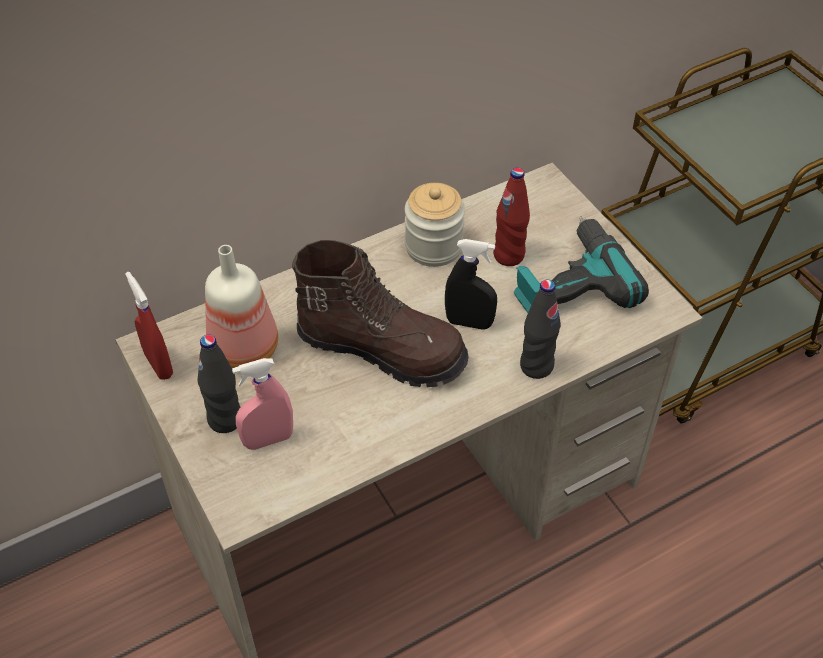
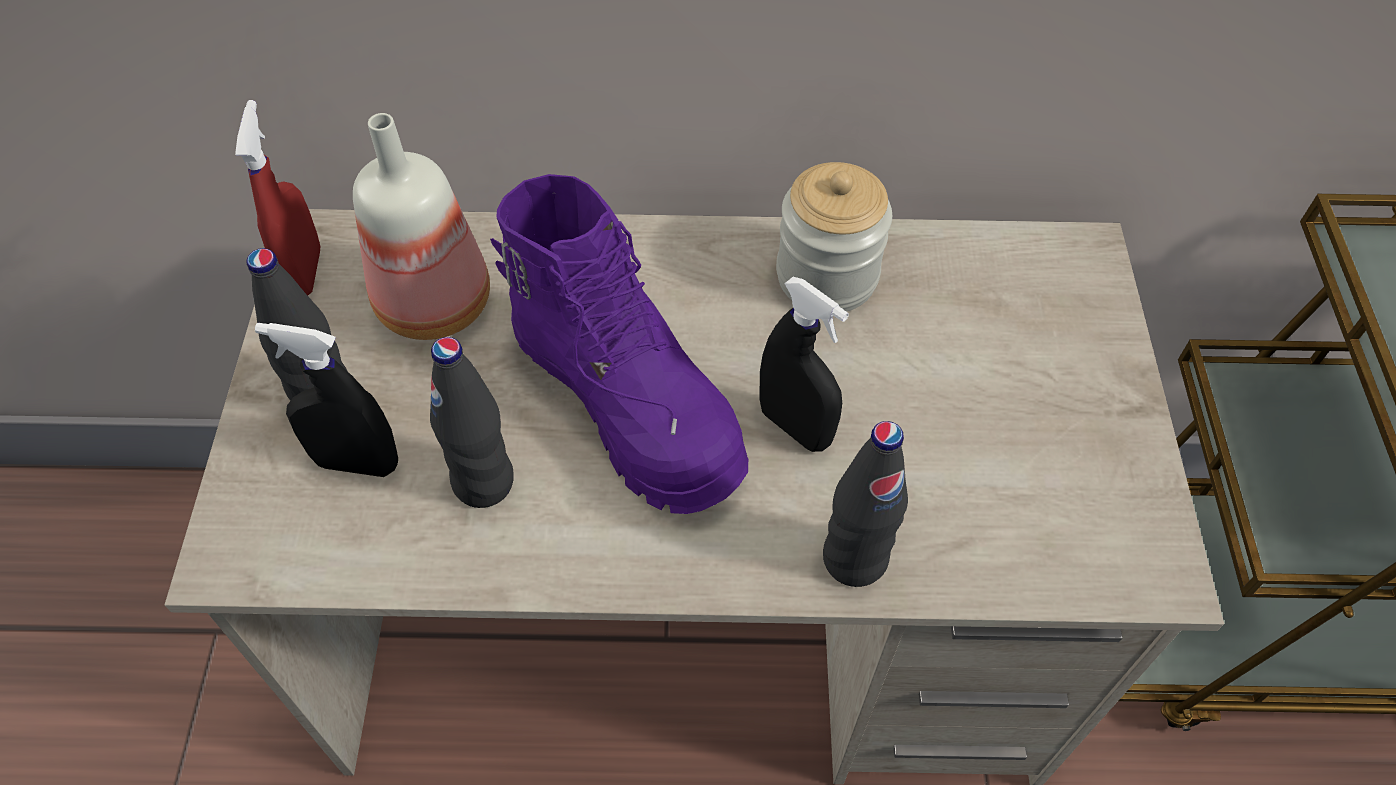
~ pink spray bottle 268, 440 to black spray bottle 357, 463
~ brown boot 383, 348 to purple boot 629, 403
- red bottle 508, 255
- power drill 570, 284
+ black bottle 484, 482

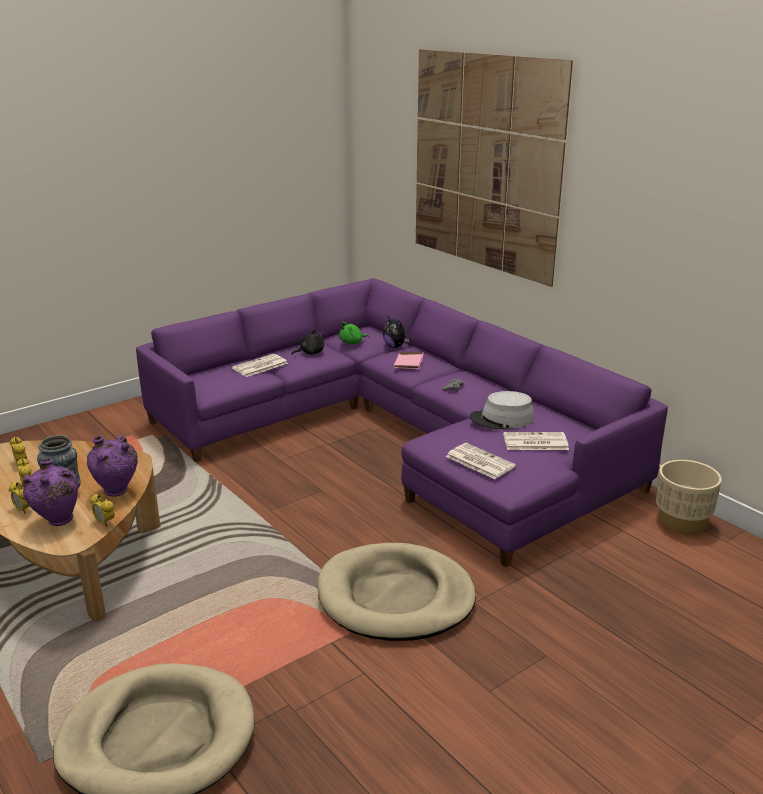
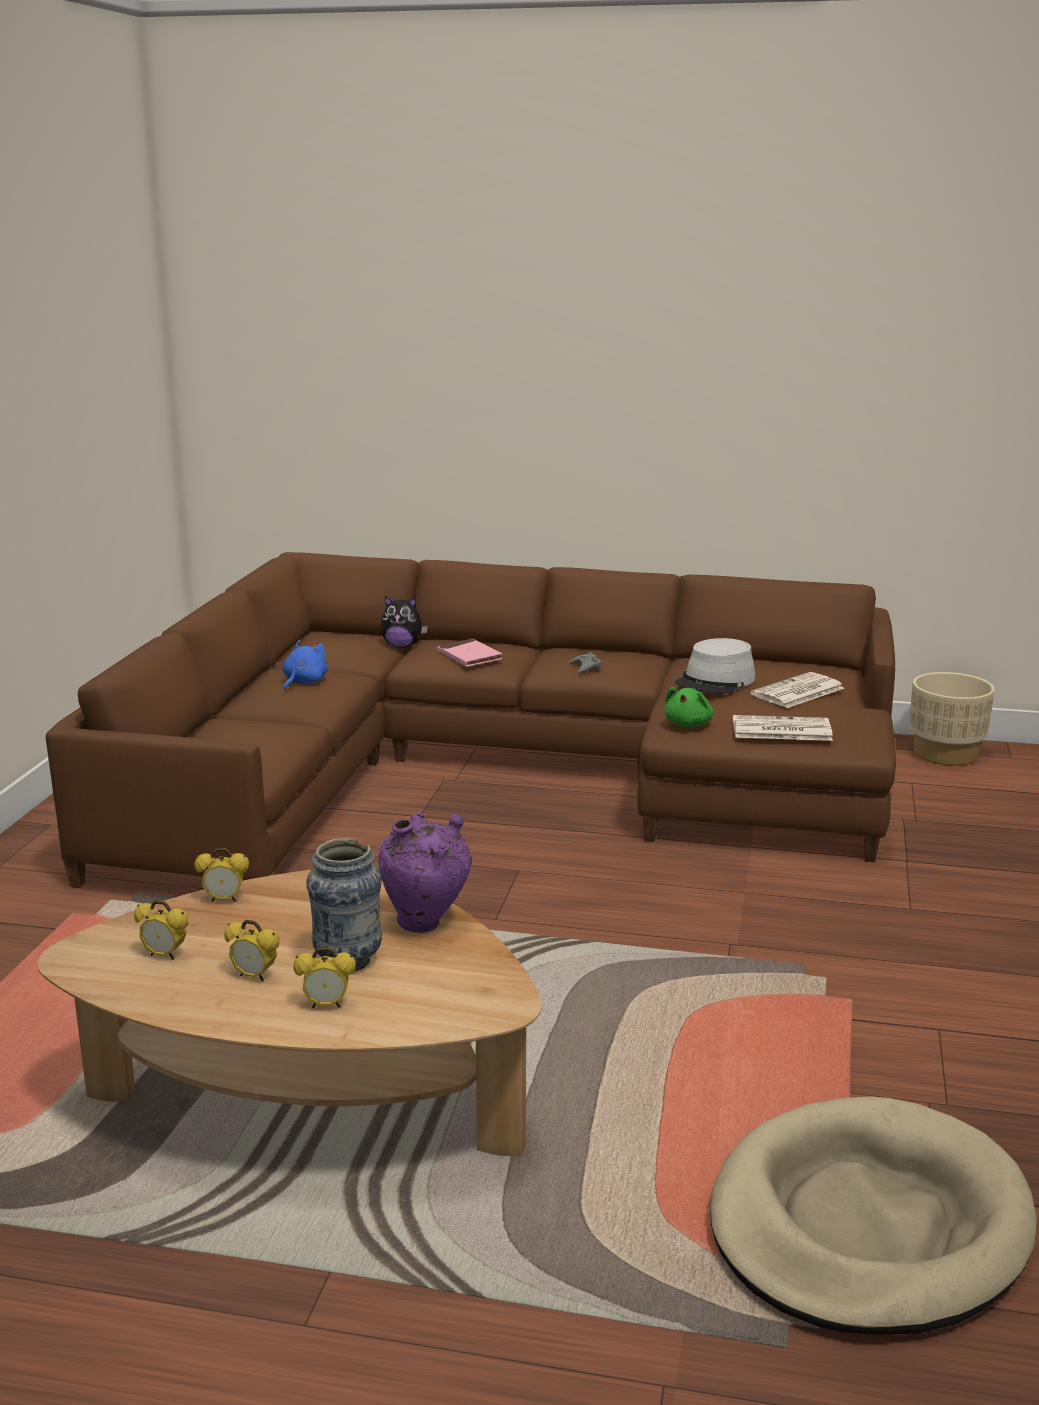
- purple vase 57, 522
~ alarm clock 105, 523 to 224, 900
~ purple sofa 399, 434 to brown sofa 496, 773
- newspaper 259, 366
~ black plush toy 310, 353 to blue plush toy 303, 682
- beige dog bed 395, 597
~ green plush toy 352, 342 to 688, 724
- picture 485, 163

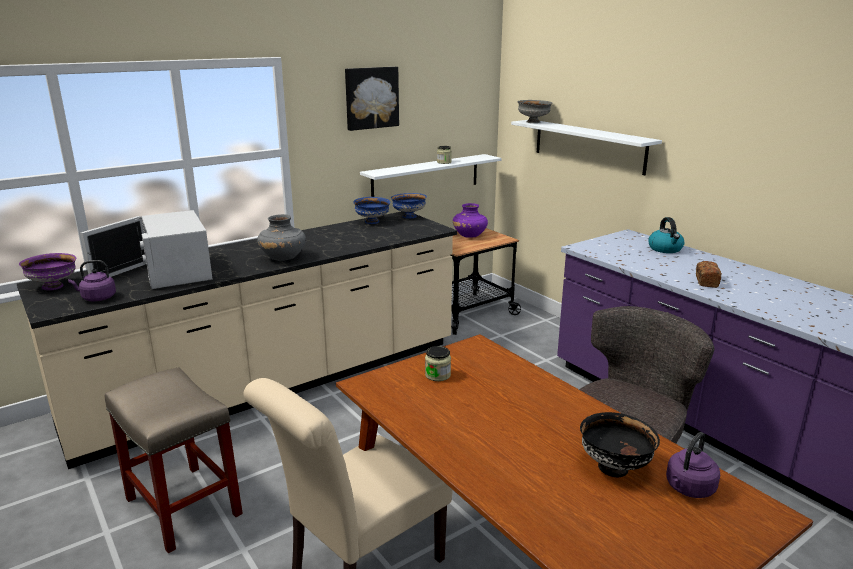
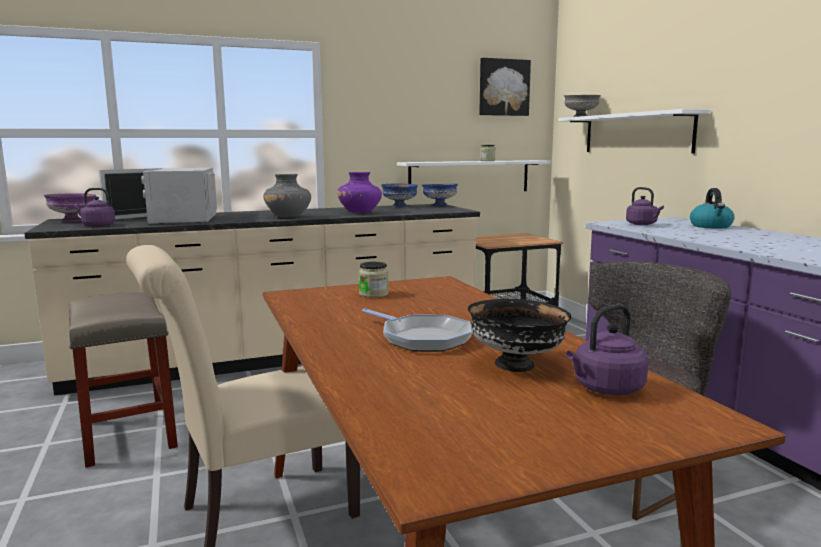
~ picture 371, 98 to 503, 87
~ purple vase 469, 236 to 360, 212
- bread 706, 281
+ frying pan 422, 338
+ purple kettle 643, 224

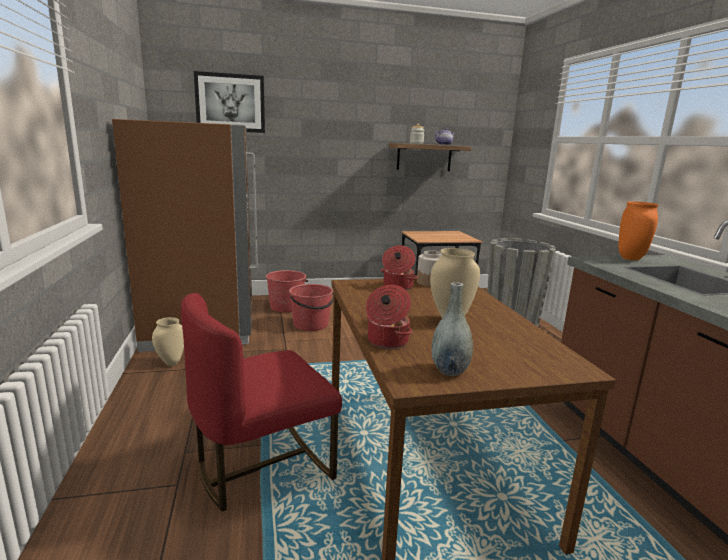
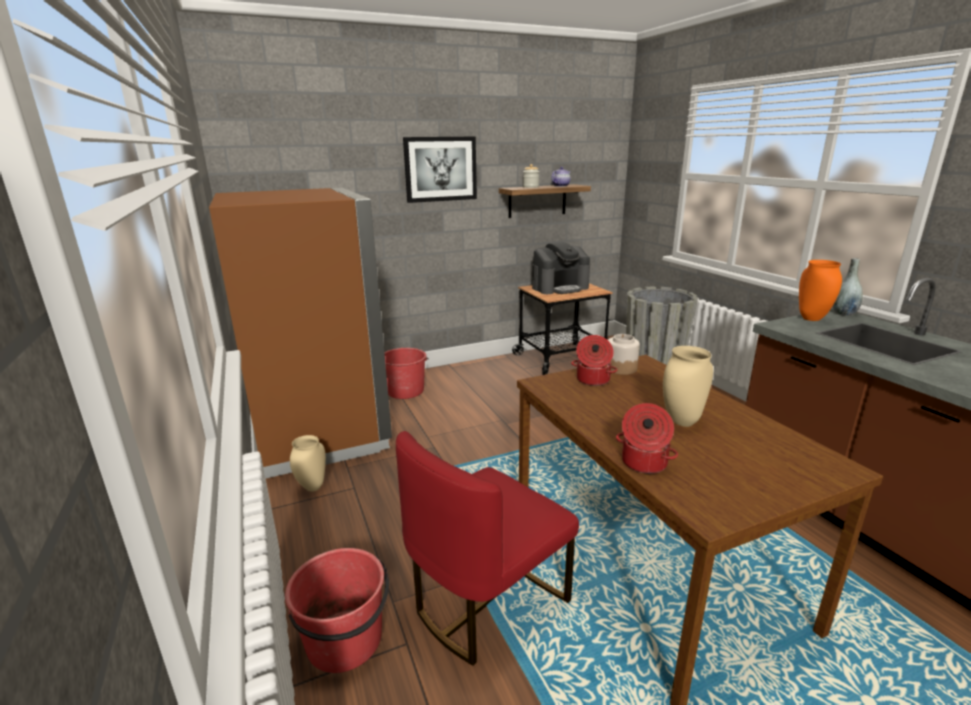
~ picture 230, 103 to 440, 169
~ red bucket 311, 325 to 345, 641
~ grey vase 449, 370 to 843, 313
+ coffee machine 560, 288

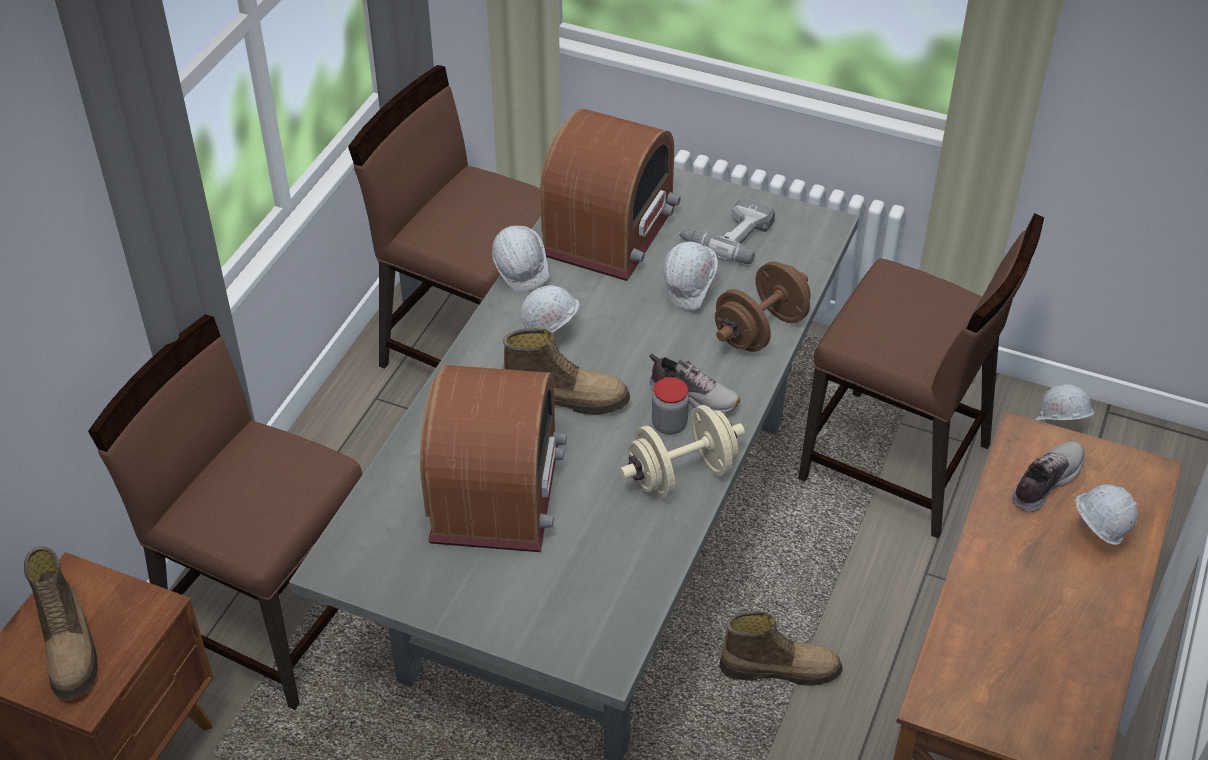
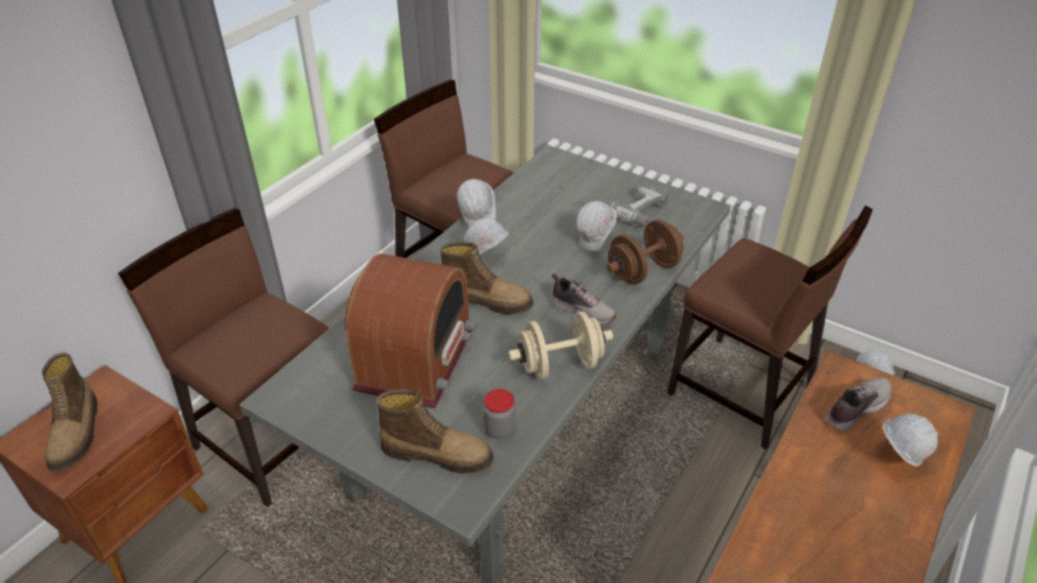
- radio 610, 231
~ jar 669, 424 to 499, 430
~ boot 780, 668 to 437, 453

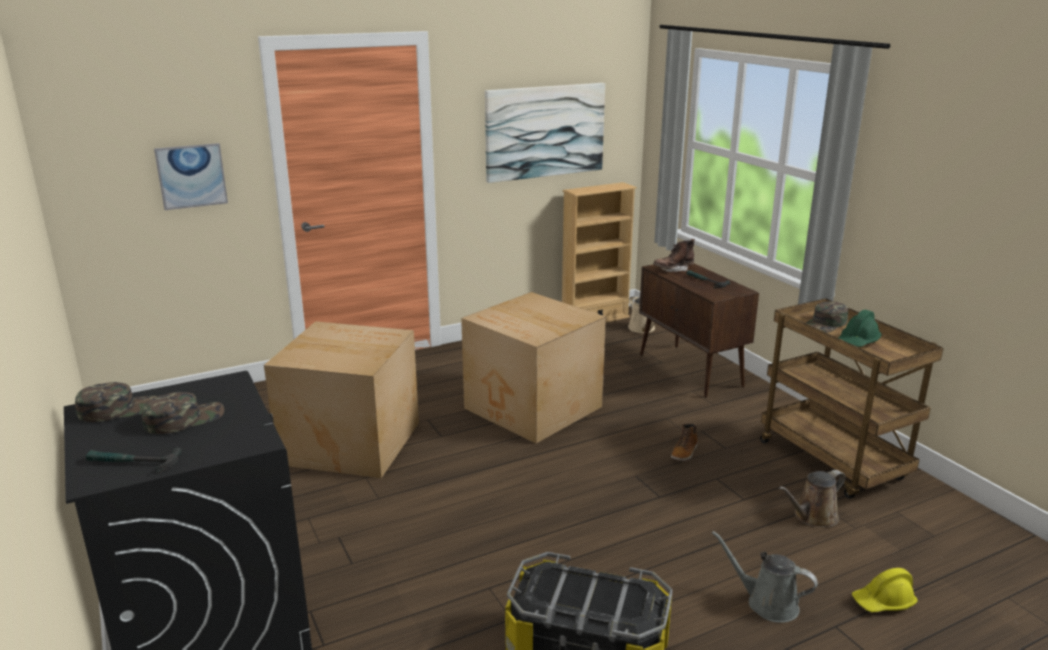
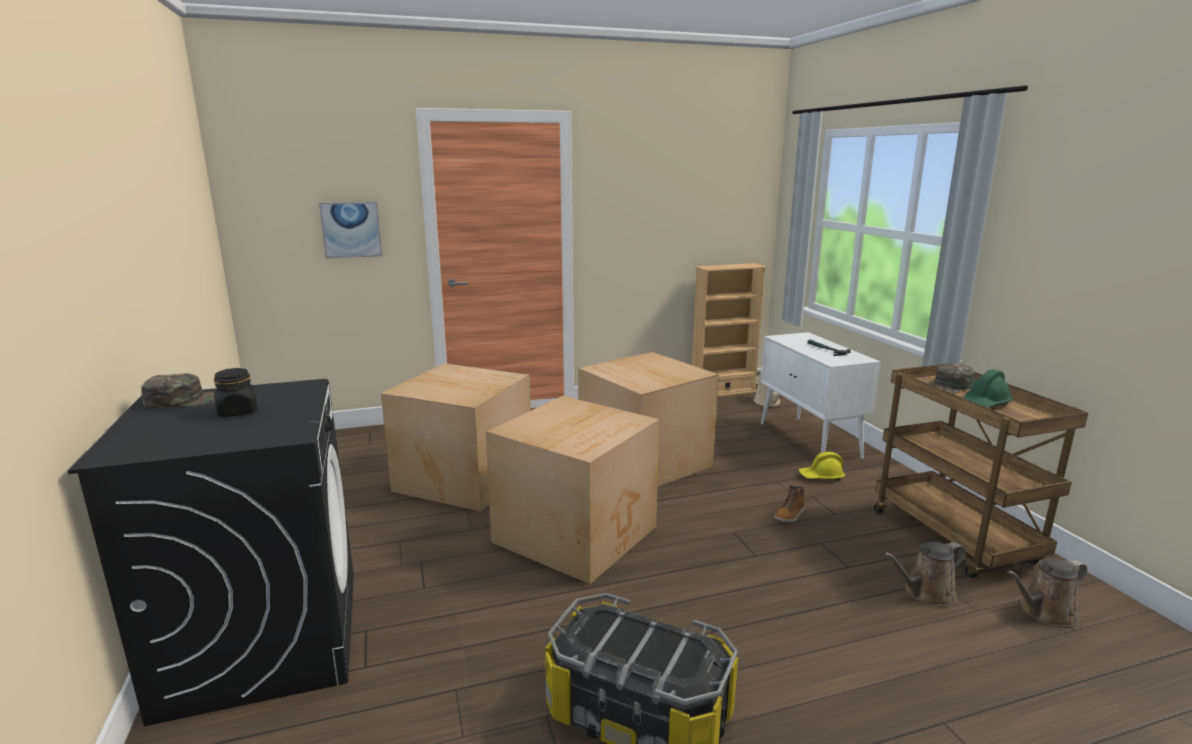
- hammer 132, 463
~ green cap 184, 419 to black jar 238, 411
- picture 545, 131
~ brown cabinet 691, 371 to white cabinet 809, 441
- brown boot 673, 270
- grey watering can 767, 603
~ yellow hard hat 883, 602 to 821, 477
+ cardboard box 578, 534
+ brown watering can 1044, 613

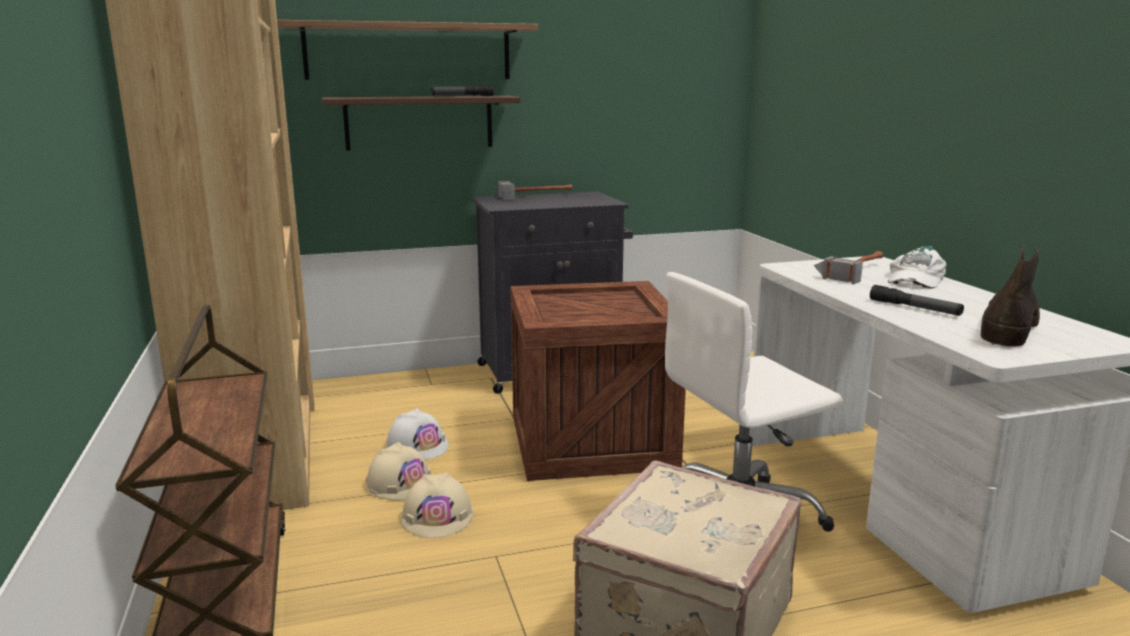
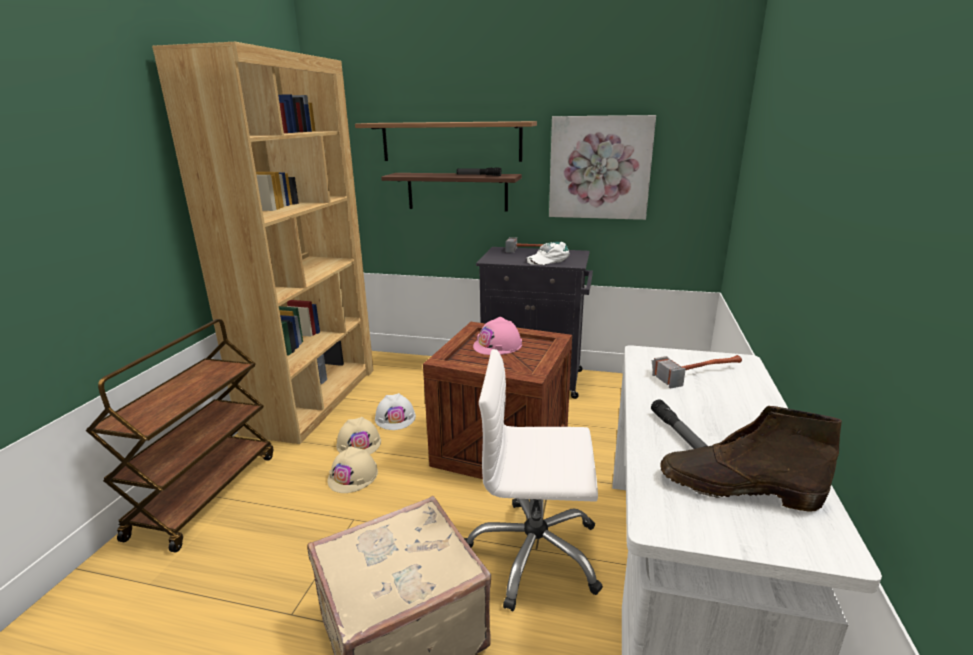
~ white cap 914, 279 to 548, 259
~ brown boot 1008, 327 = 736, 488 135 degrees counterclockwise
+ pink hard hat 498, 345
+ picture 599, 168

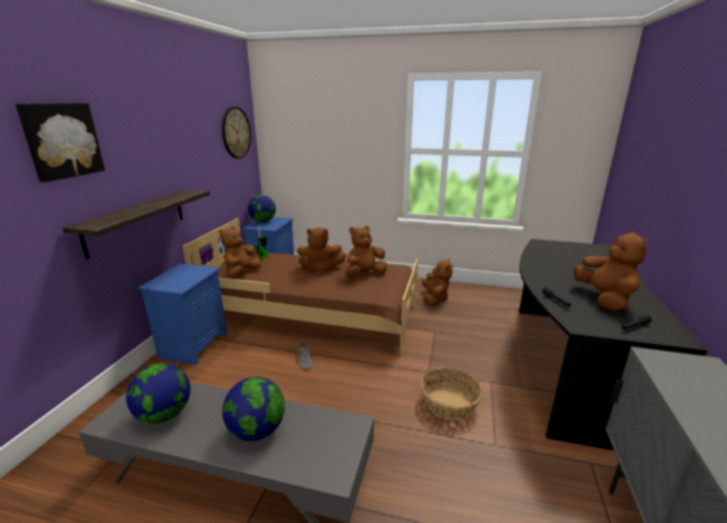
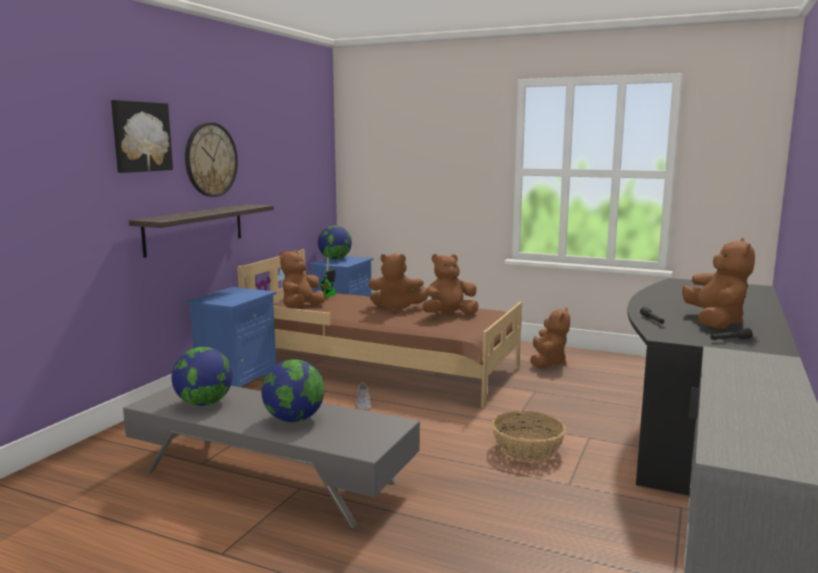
~ wall clock 236, 133 to 211, 160

